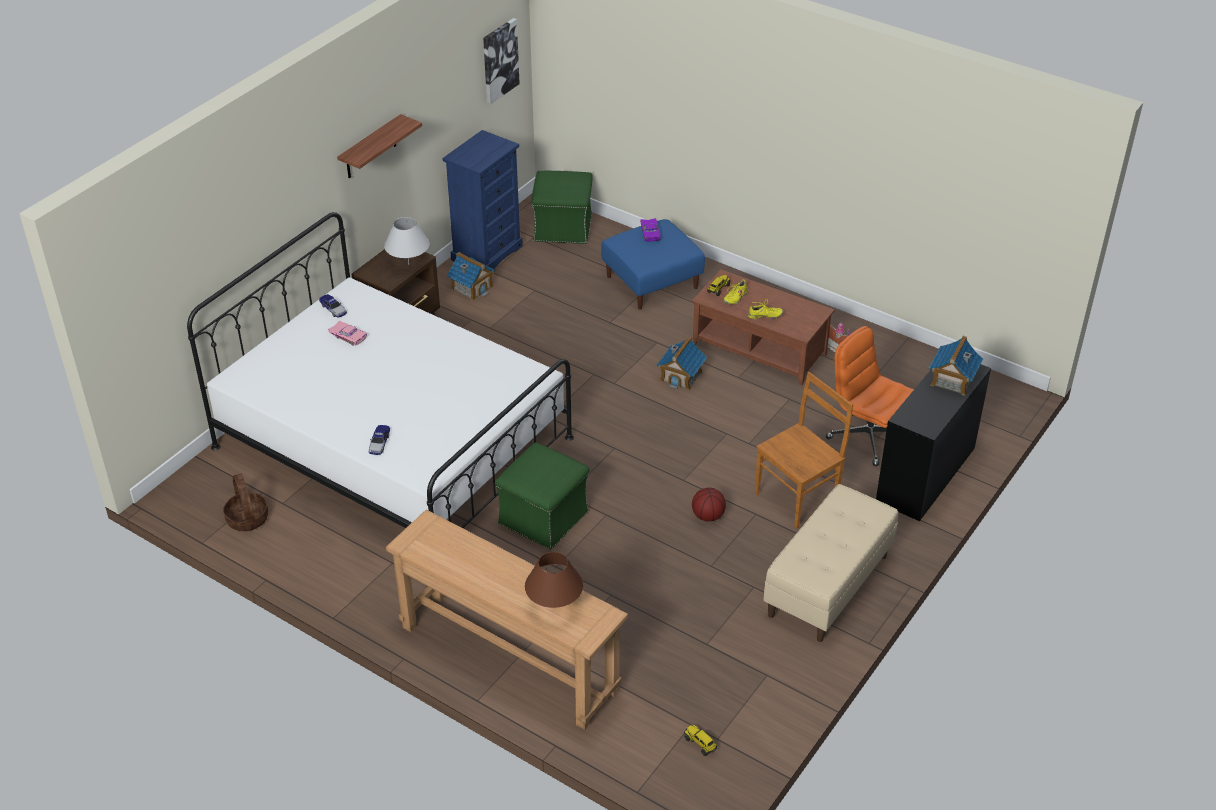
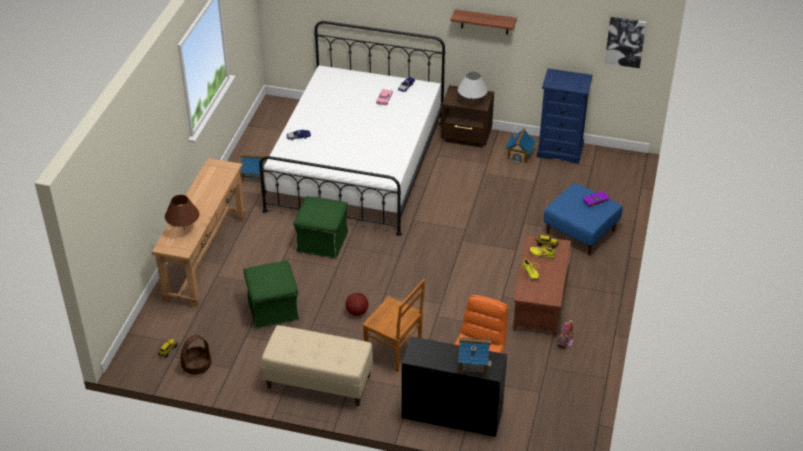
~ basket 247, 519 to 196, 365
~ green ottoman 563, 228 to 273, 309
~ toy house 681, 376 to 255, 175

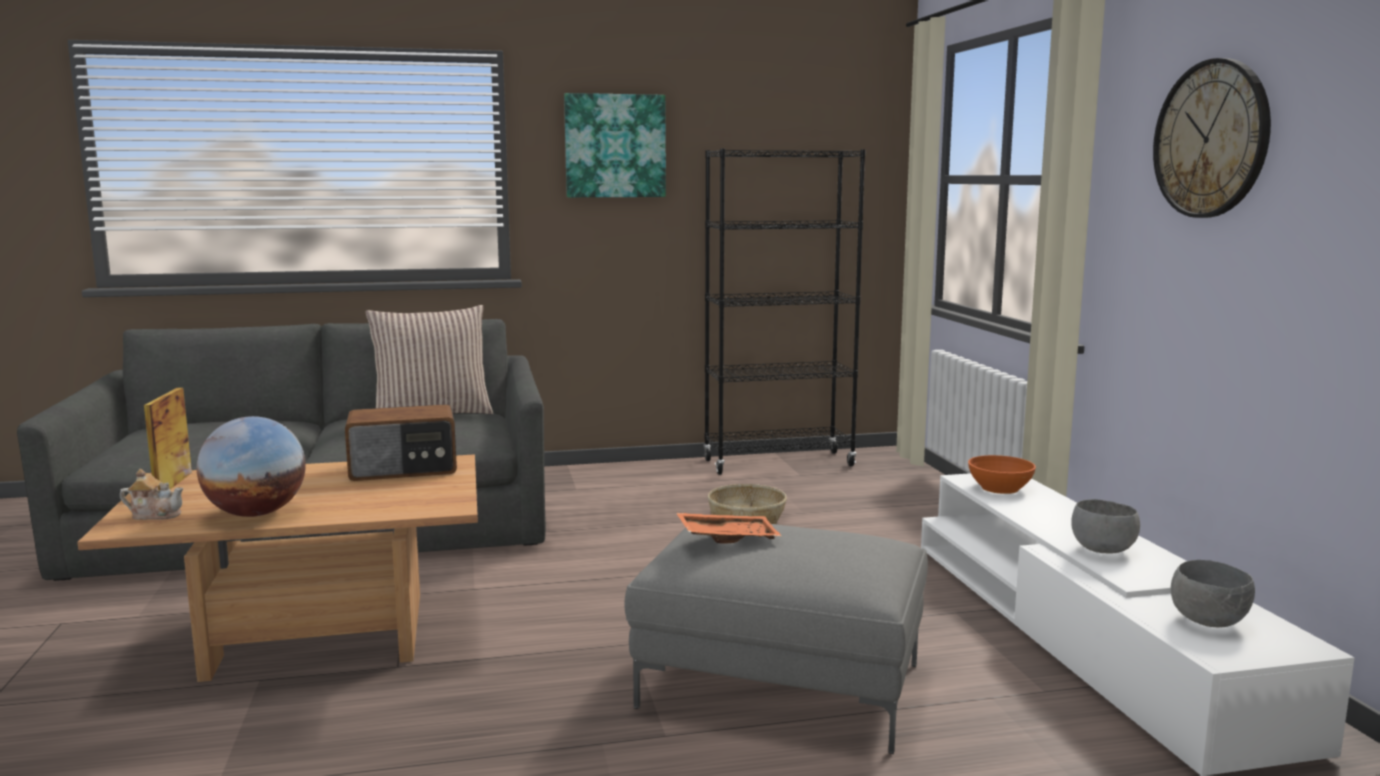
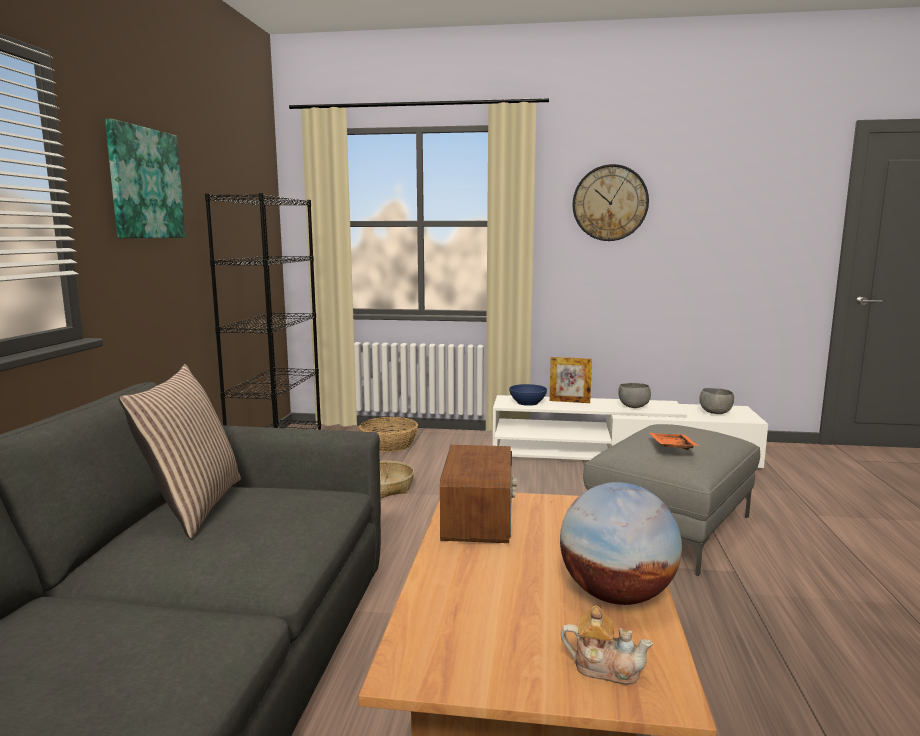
~ teapot 155, 515 = 605, 667 90 degrees clockwise
~ picture frame 173, 484 to 569, 401
~ orange bowl 1000, 488 to blue bowl 527, 402
+ basket 389, 445

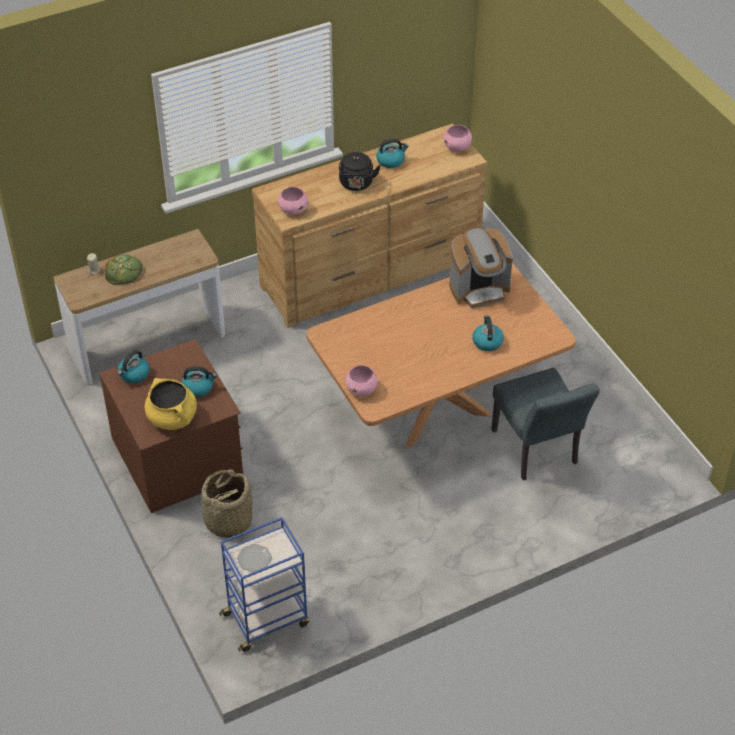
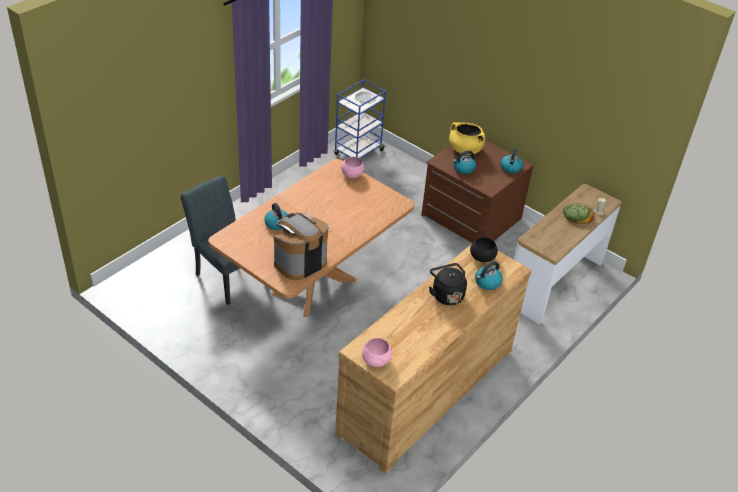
- basket 227, 520
~ pink bowl 293, 210 to black bowl 482, 258
~ kettle 391, 161 to 487, 282

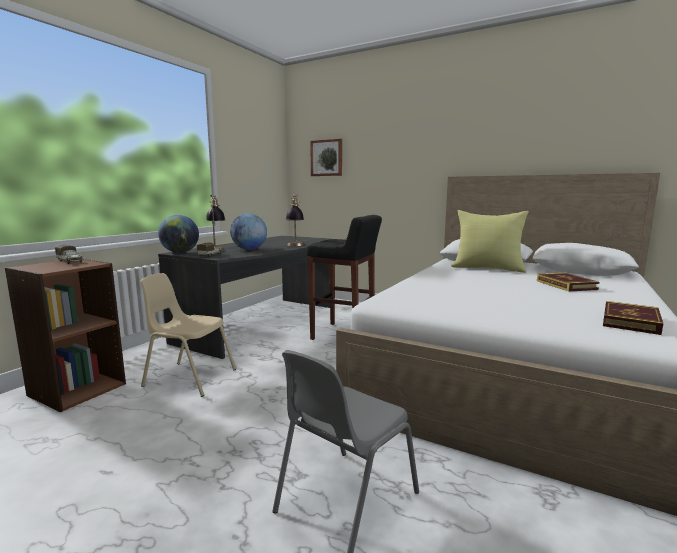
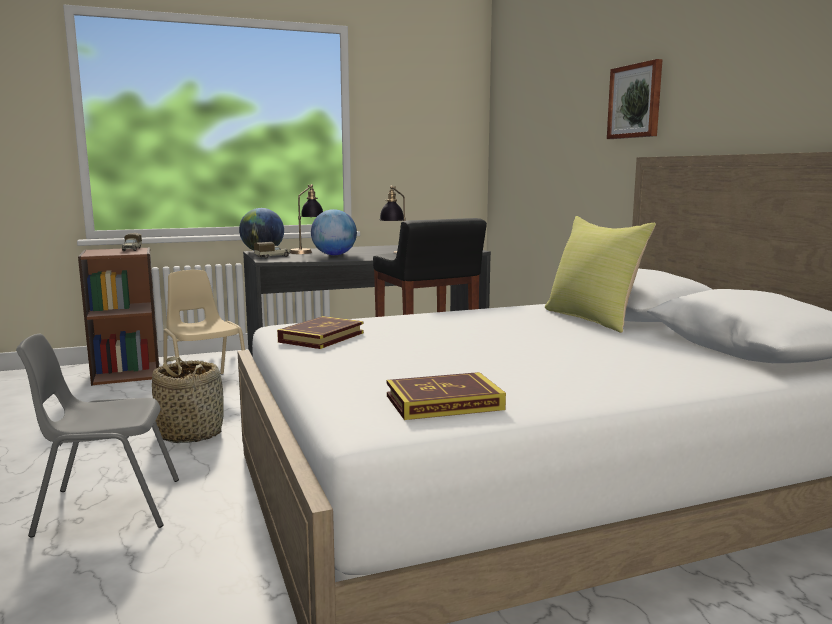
~ picture 327, 158 to 635, 101
~ book 566, 285 to 321, 337
+ basket 189, 433

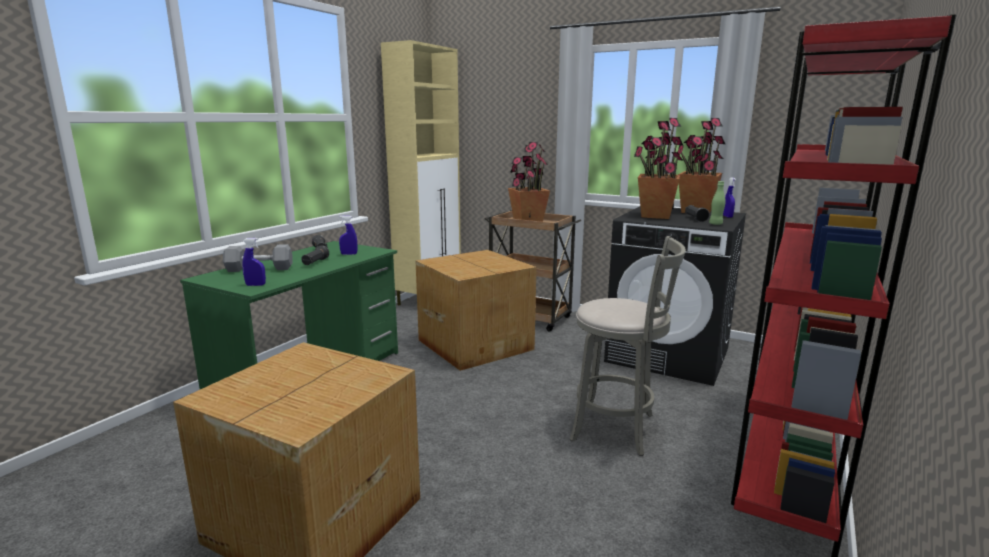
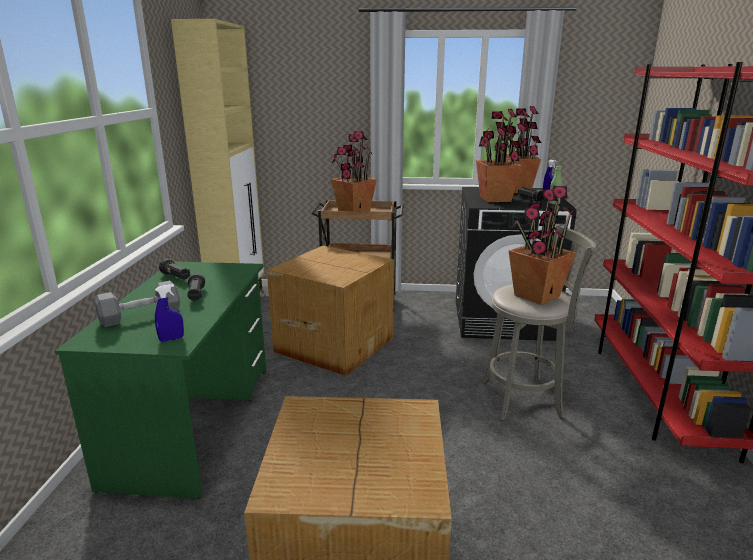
- blue spray bottle 349, 254
+ potted plant 536, 296

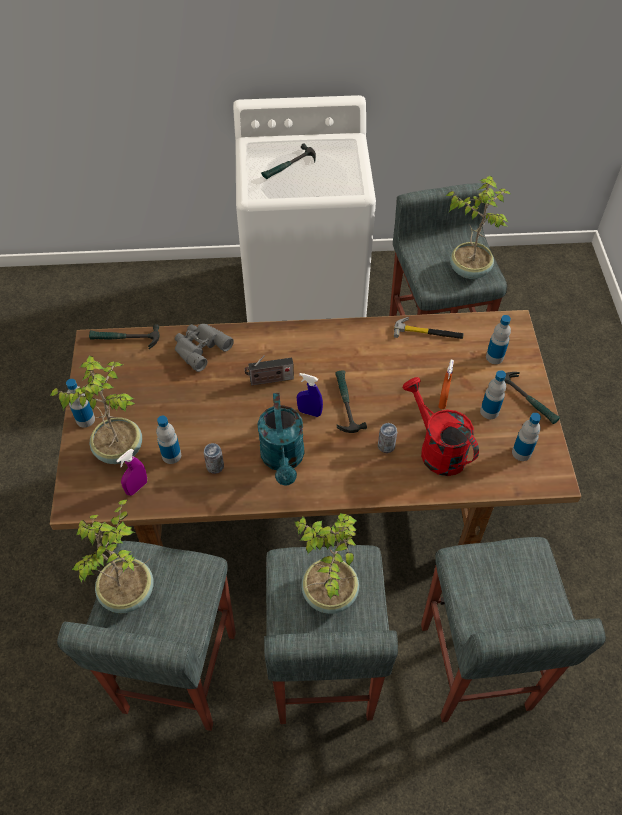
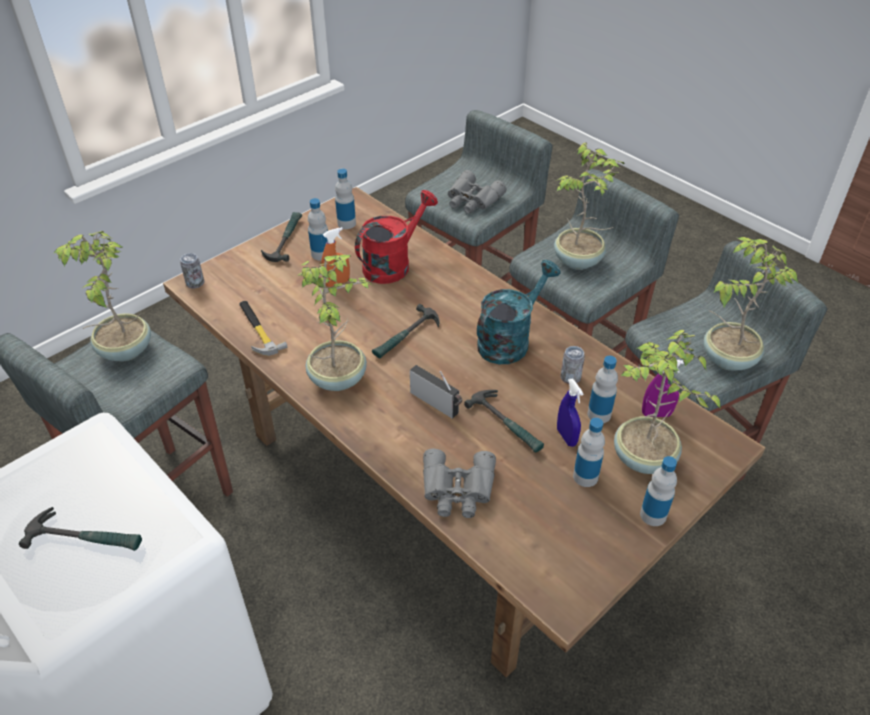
~ hammer 125, 339 to 507, 424
~ blue spray bottle 309, 412 to 566, 437
~ can 386, 446 to 195, 283
~ red watering can 436, 449 = 393, 264 150 degrees counterclockwise
~ bottle 494, 357 to 585, 476
+ potted plant 338, 377
+ grey binoculars 472, 200

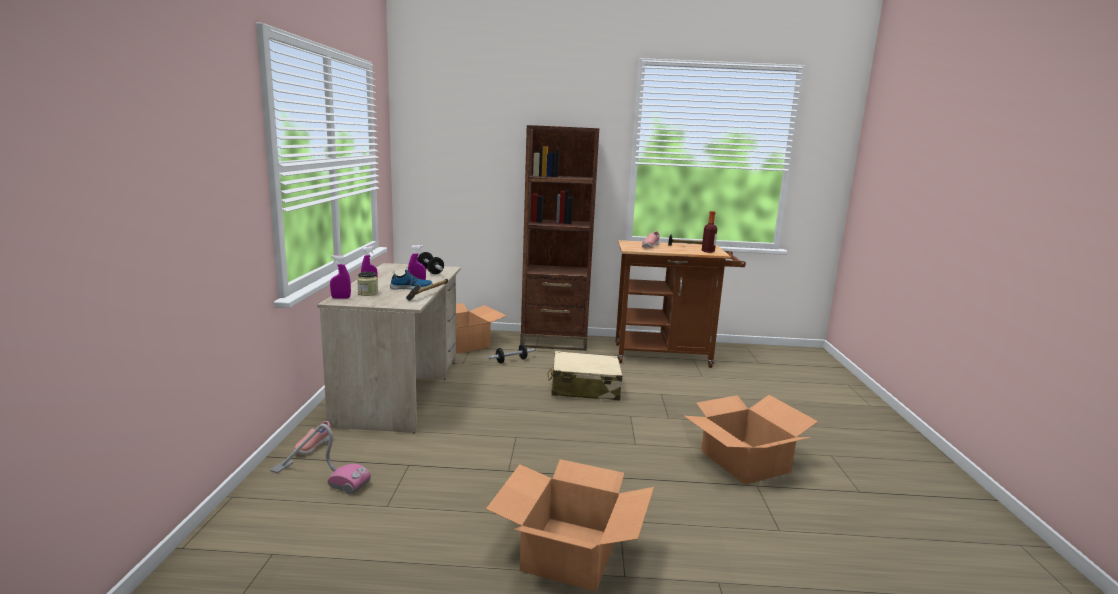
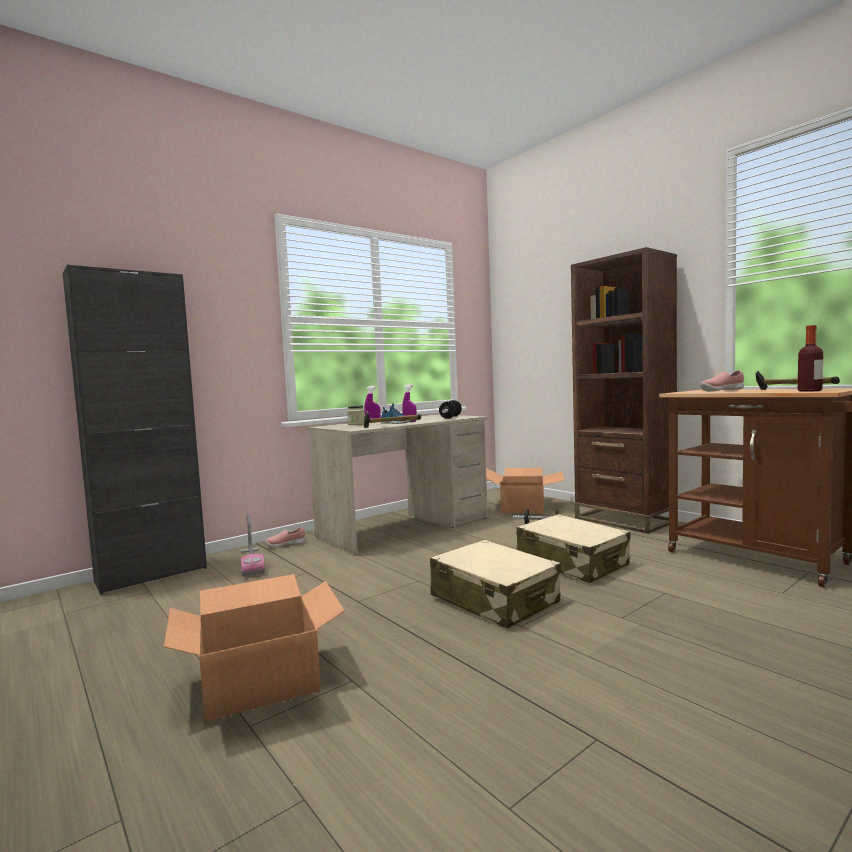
- purple spray bottle 341, 298
- cardboard box 744, 462
+ black cabinet 151, 575
+ beige suitcase 494, 600

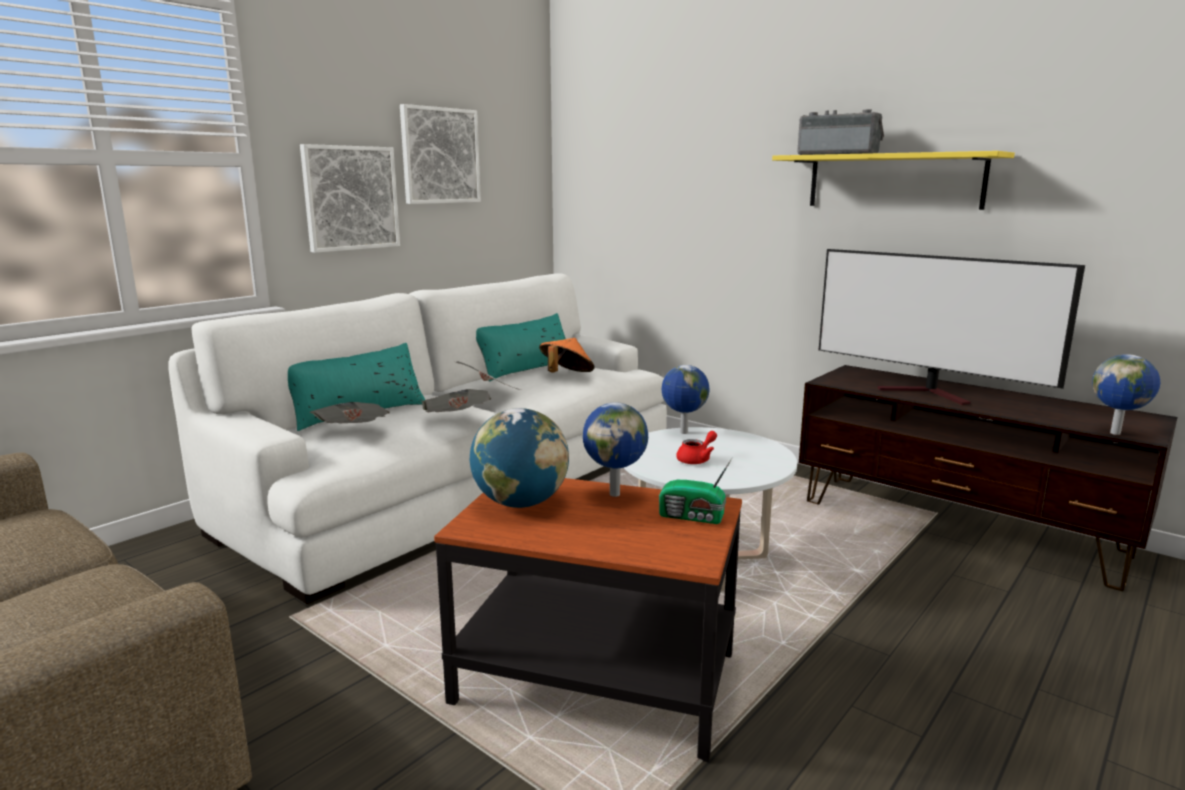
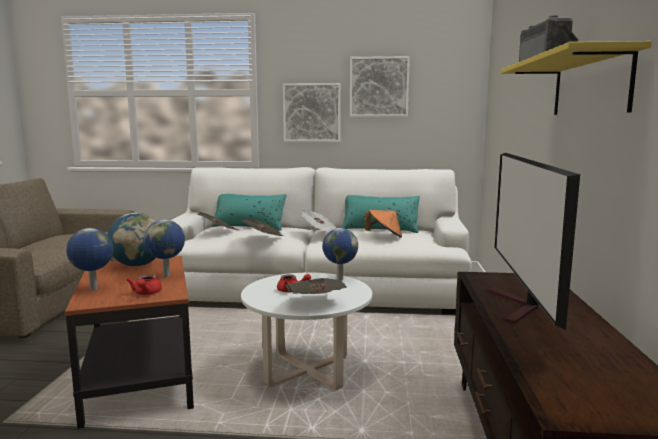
~ radio 693, 517 to red teapot 146, 293
~ globe 1116, 433 to 93, 289
+ newspaper 316, 303

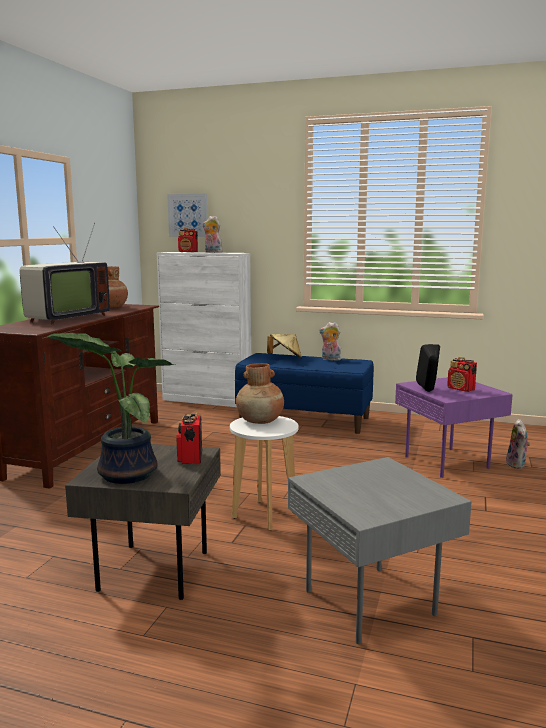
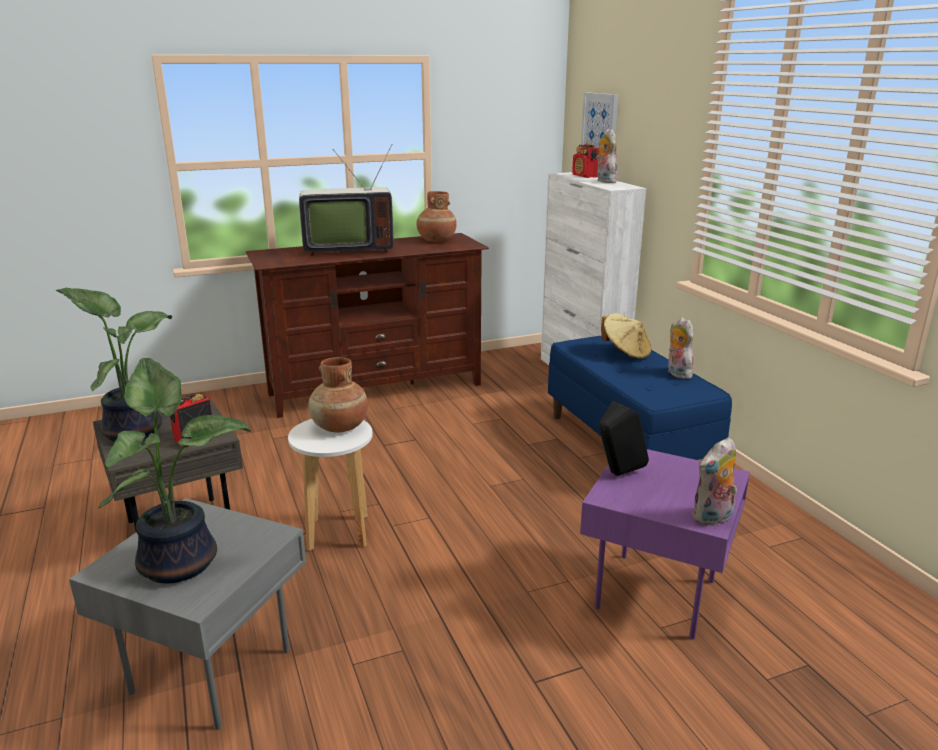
- radio 461, 389
~ plush toy 517, 465 to 713, 518
+ potted plant 182, 560

